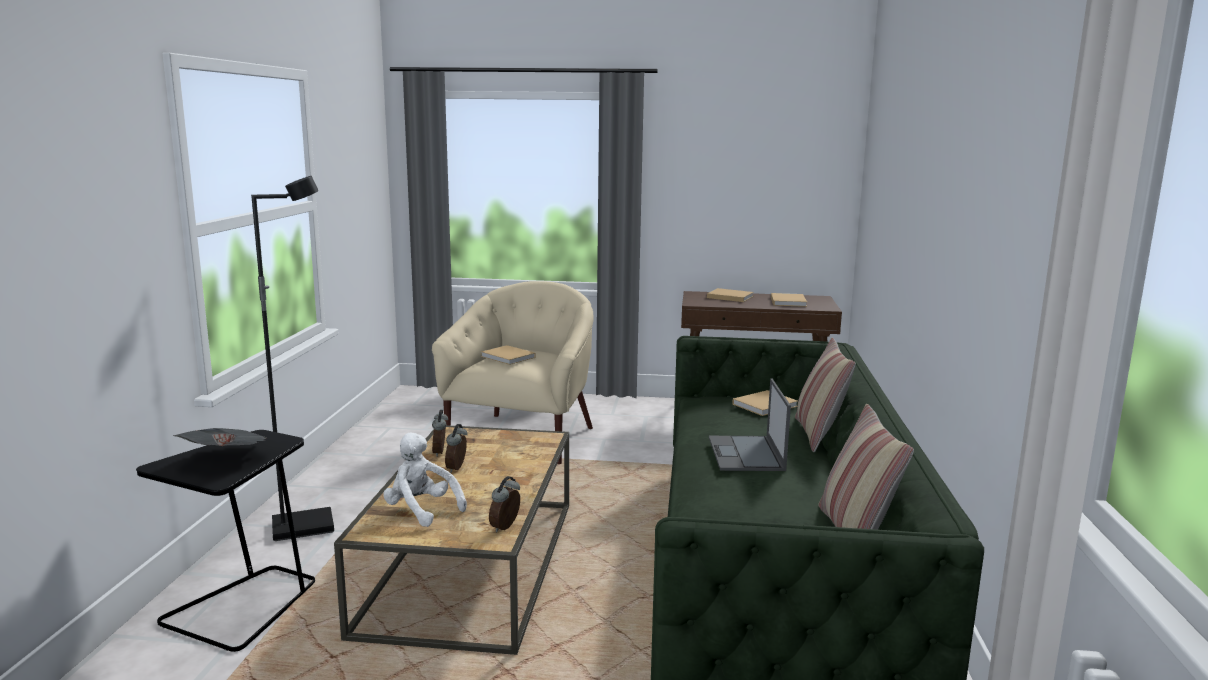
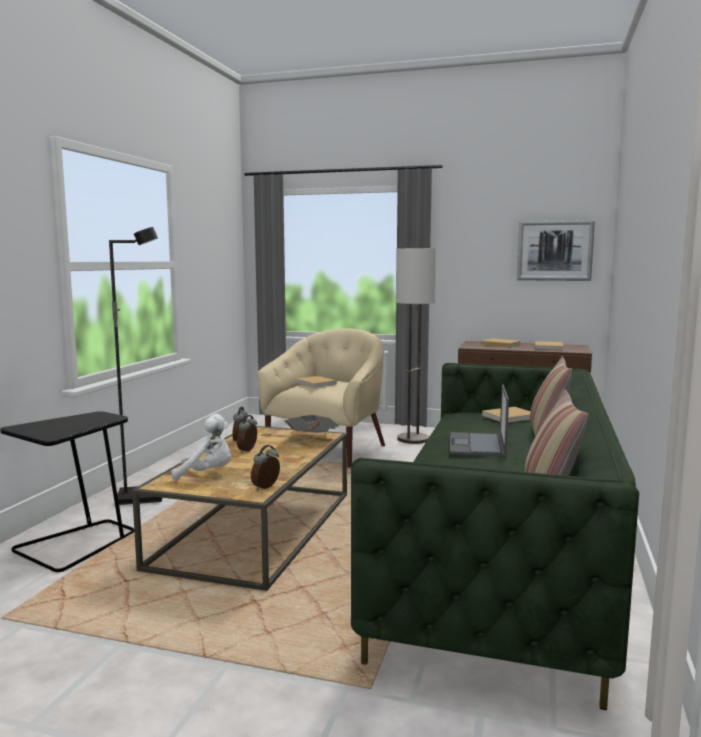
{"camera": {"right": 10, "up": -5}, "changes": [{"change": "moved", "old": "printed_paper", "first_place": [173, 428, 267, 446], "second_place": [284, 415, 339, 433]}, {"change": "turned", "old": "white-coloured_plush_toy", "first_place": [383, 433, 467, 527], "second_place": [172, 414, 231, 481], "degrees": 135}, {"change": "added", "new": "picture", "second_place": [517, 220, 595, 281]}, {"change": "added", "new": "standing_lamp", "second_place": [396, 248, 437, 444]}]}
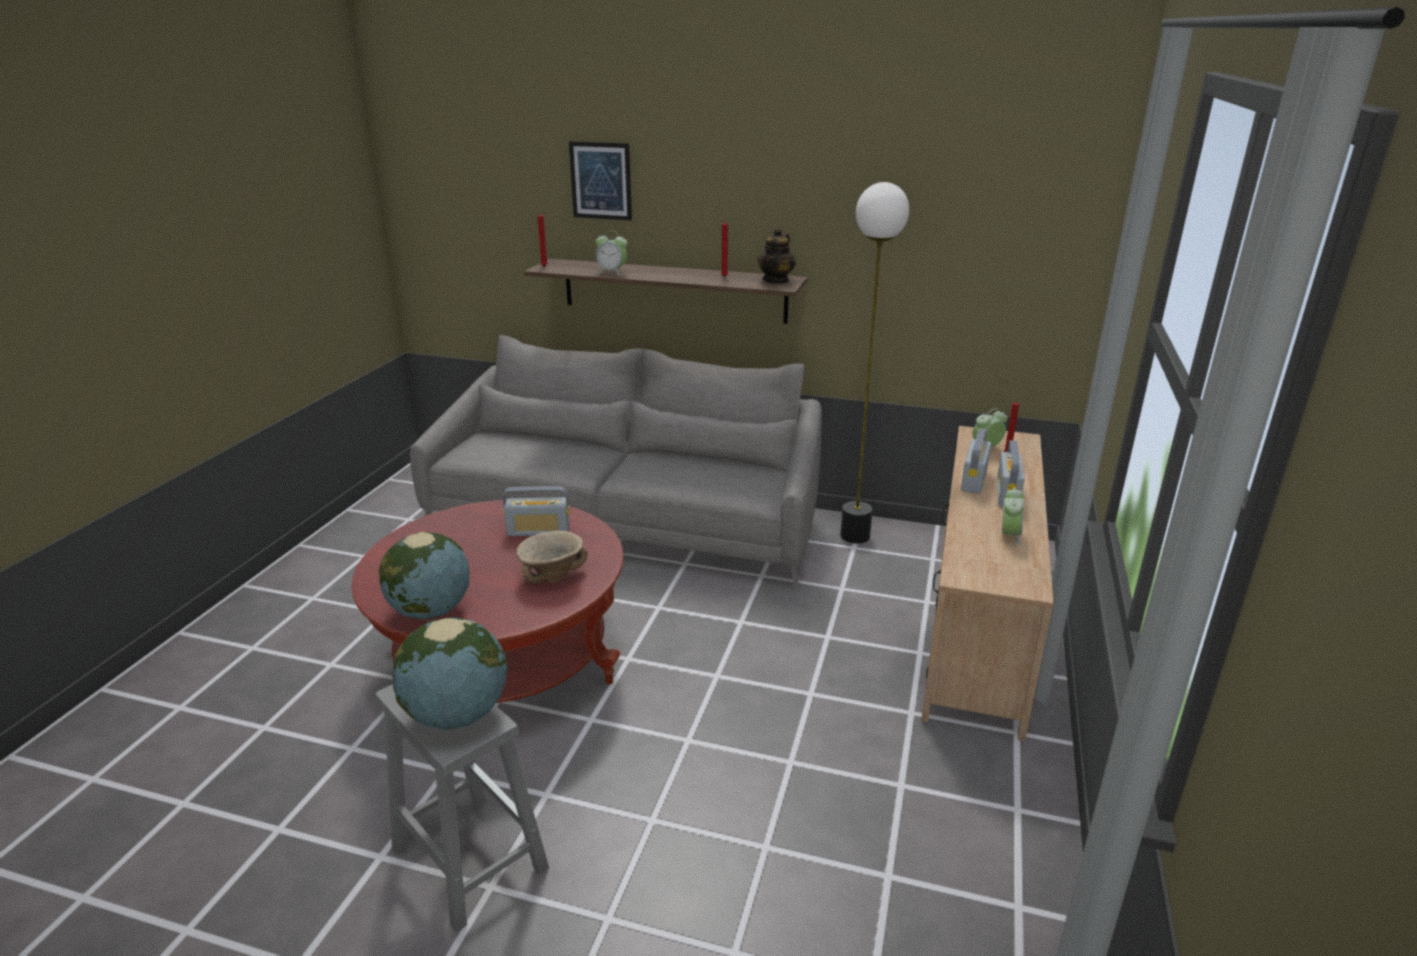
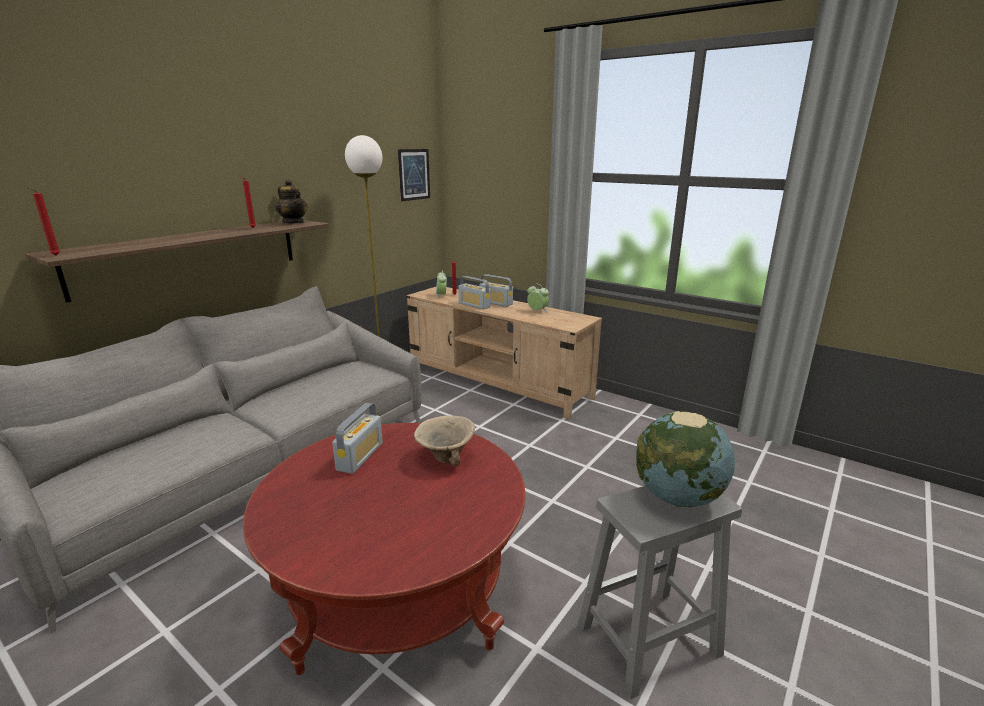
{"camera": {"right": -70, "up": -5}, "changes": [{"change": "moved", "old": "picture", "first_place": [569, 141, 632, 220], "second_place": [398, 149, 430, 201]}, {"change": "removed", "old": "table_clock", "first_place": [595, 232, 627, 275]}, {"change": "removed", "old": "desk_globe", "first_place": [379, 532, 470, 620]}]}
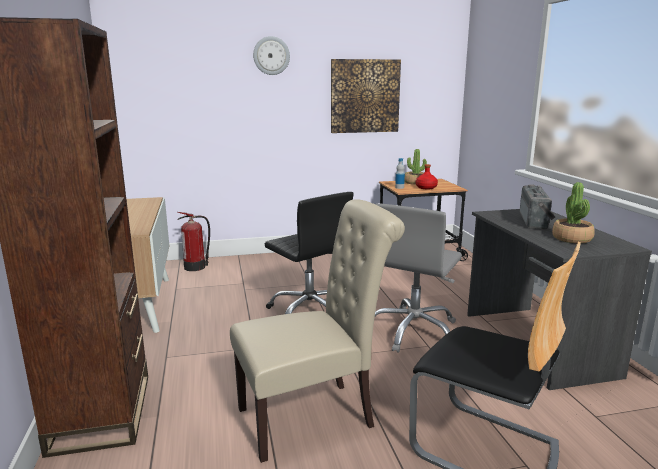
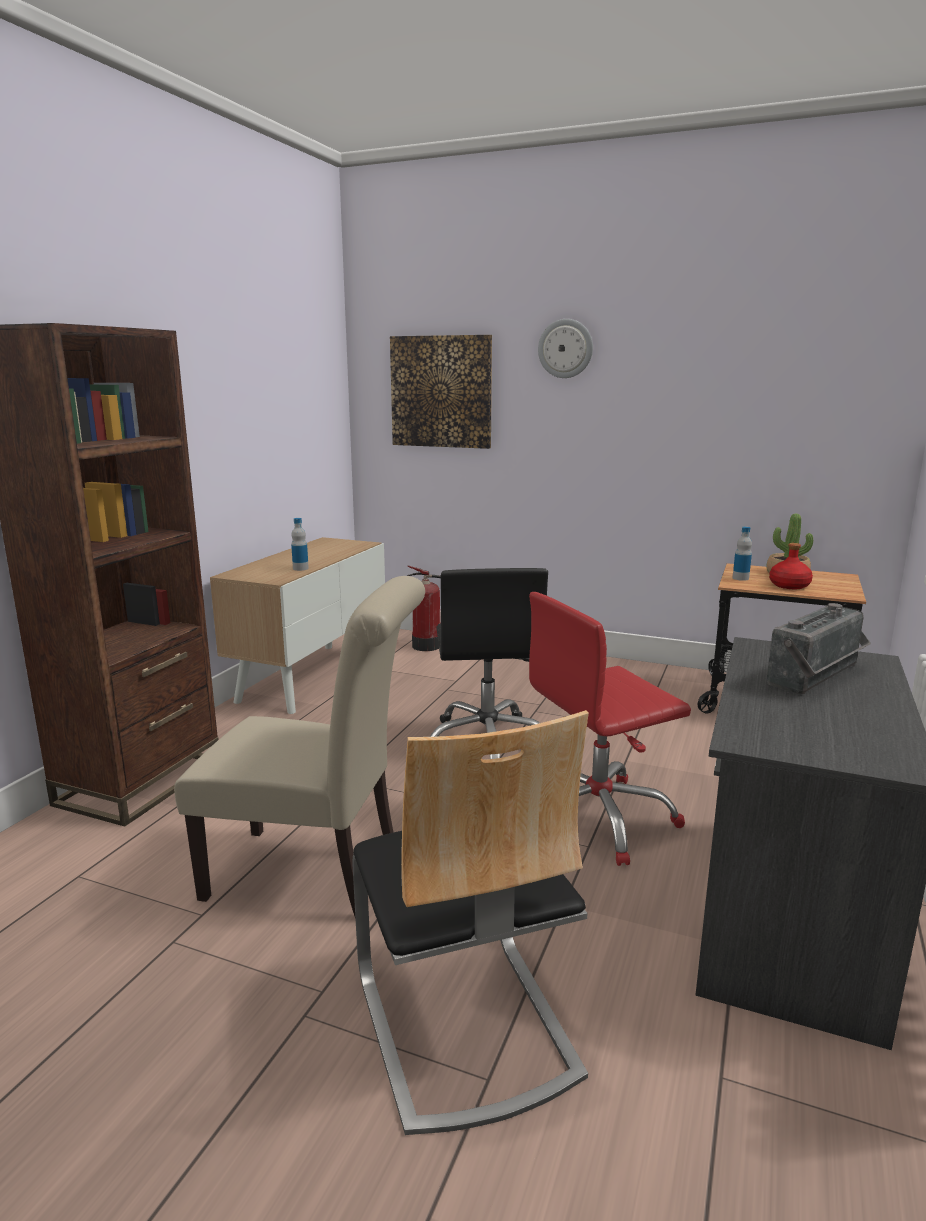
{"camera": {"right": 35, "up": 0}, "changes": [{"change": "moved", "old": "picture", "first_place": [331, 59, 401, 133], "second_place": [390, 335, 492, 449]}, {"change": "removed", "old": "potted_plant", "first_place": [552, 182, 595, 243]}, {"change": "recoloured", "old": "grey_office_chair", "new": "red-coloured_office_chair", "first_place": [375, 203, 462, 353], "second_place": [529, 592, 691, 866]}, {"change": "added", "new": "drink_bottle", "second_place": [291, 518, 309, 571]}]}
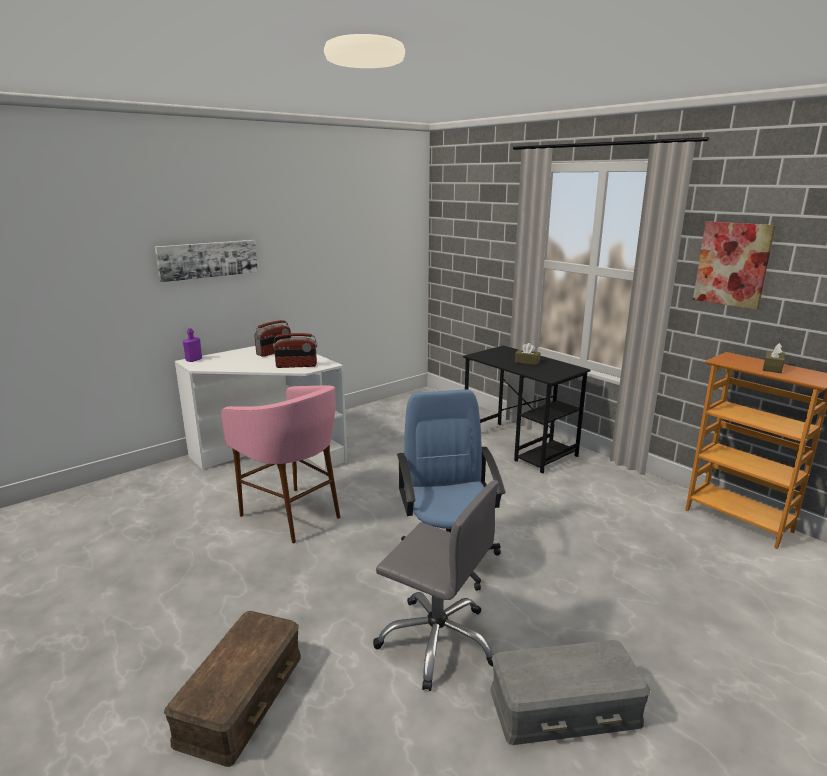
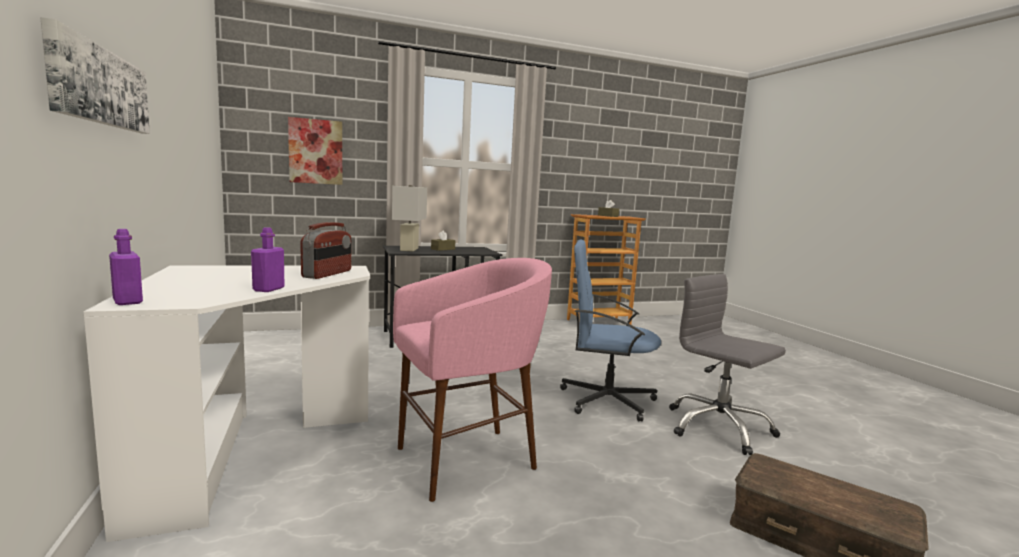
{"camera": {"right": -70, "up": -10}, "changes": [{"change": "moved", "old": "picture", "first_place": [693, 221, 776, 310], "second_place": [288, 117, 342, 185]}, {"change": "removed", "old": "radio_set", "first_place": [254, 320, 291, 357]}, {"change": "turned", "old": "grey_office_chair", "first_place": [373, 480, 499, 691], "second_place": [669, 274, 786, 455], "degrees": -90}, {"change": "removed", "old": "grey_storage_container", "first_place": [490, 640, 650, 745]}, {"change": "added", "new": "white-coloured_table_lamp", "second_place": [392, 185, 427, 252]}, {"change": "added", "new": "purplish_drink_bottle", "second_place": [251, 227, 285, 292]}]}
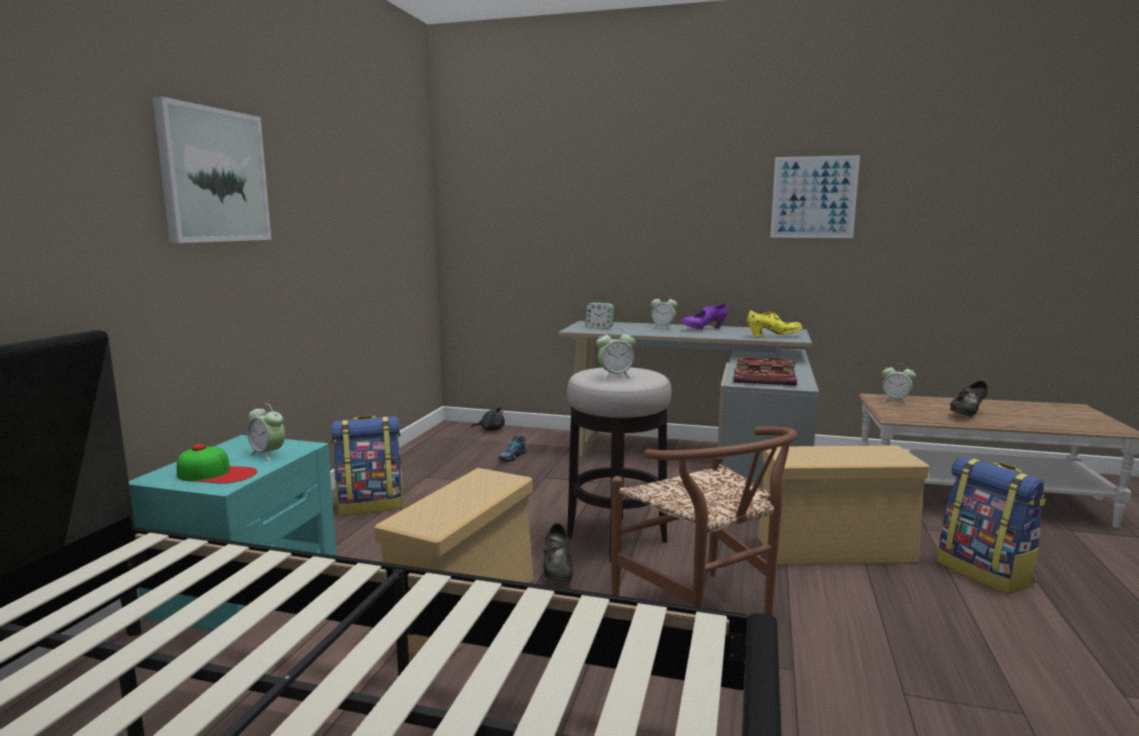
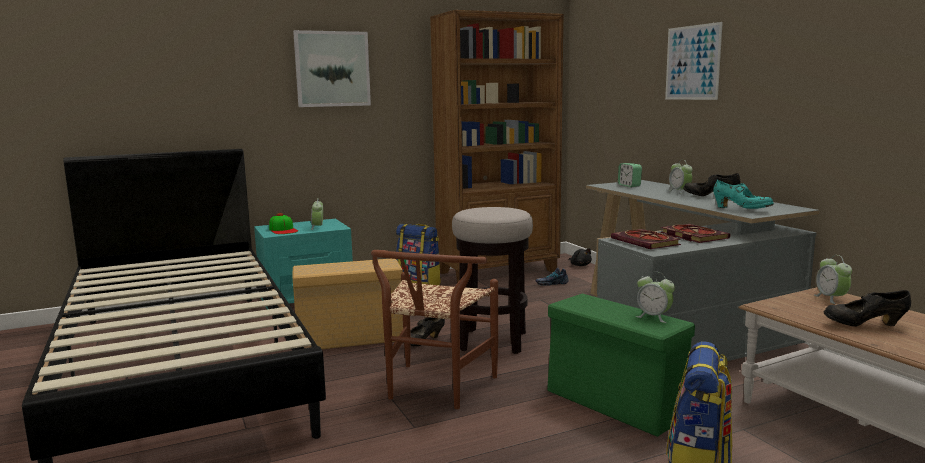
{"camera": {"right": 50, "up": 0}, "changes": [{"change": "moved", "old": "picture", "first_place": [770, 155, 860, 238], "second_place": [665, 22, 723, 100]}, {"change": "recoloured", "old": "purplish_low_shoe", "new": "black_low_shoe", "first_place": [682, 303, 728, 329], "second_place": [683, 173, 740, 196]}, {"change": "recoloured", "old": "yellowish_low_shoe", "new": "turquoise-coloured_low_shoe", "first_place": [747, 310, 803, 337], "second_place": [713, 180, 774, 209]}, {"change": "moved", "old": "table_clock", "first_place": [596, 328, 635, 379], "second_place": [636, 272, 675, 323]}, {"change": "recoloured", "old": "beige_storage_container", "new": "green-coloured_storage_container", "first_place": [758, 445, 929, 565], "second_place": [547, 294, 695, 437]}, {"change": "added", "new": "brownish_bookshelf", "second_place": [430, 10, 563, 283]}]}
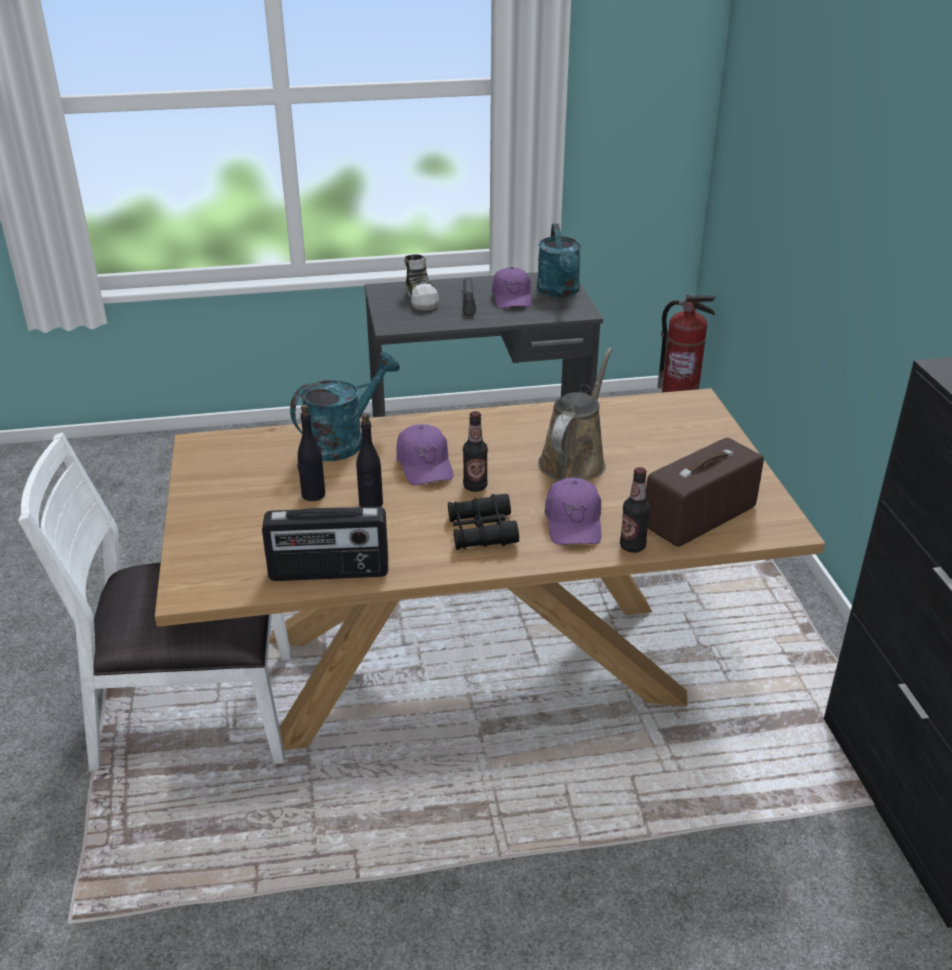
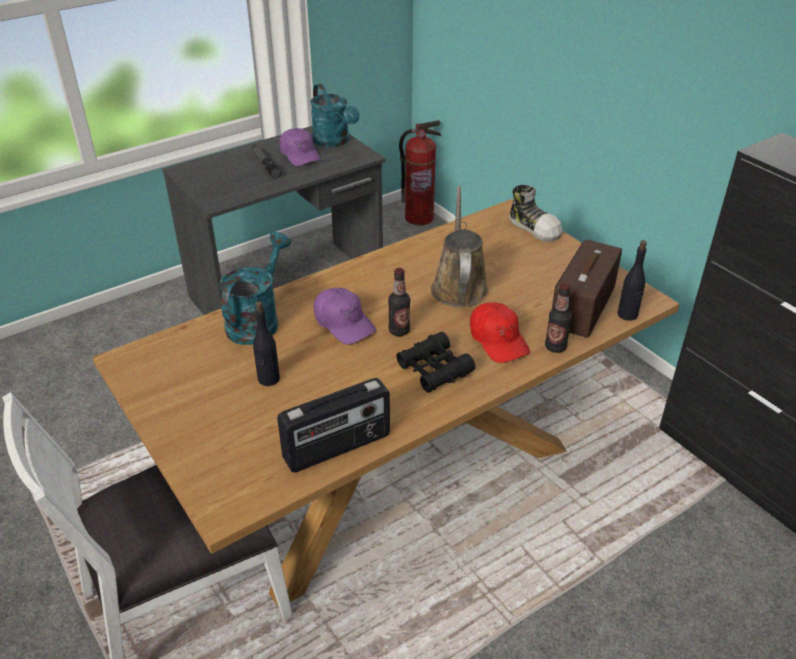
{"camera": {"right": -25, "up": 5}, "changes": [{"change": "moved", "old": "low_shoe", "first_place": [404, 254, 439, 310], "second_place": [509, 185, 563, 242]}, {"change": "moved", "old": "black_drink_bottle", "first_place": [356, 413, 383, 507], "second_place": [618, 240, 647, 321]}, {"change": "recoloured", "old": "purplish_peaked_cap", "new": "red-coloured_peaked_cap", "first_place": [544, 477, 602, 545], "second_place": [470, 302, 530, 363]}]}
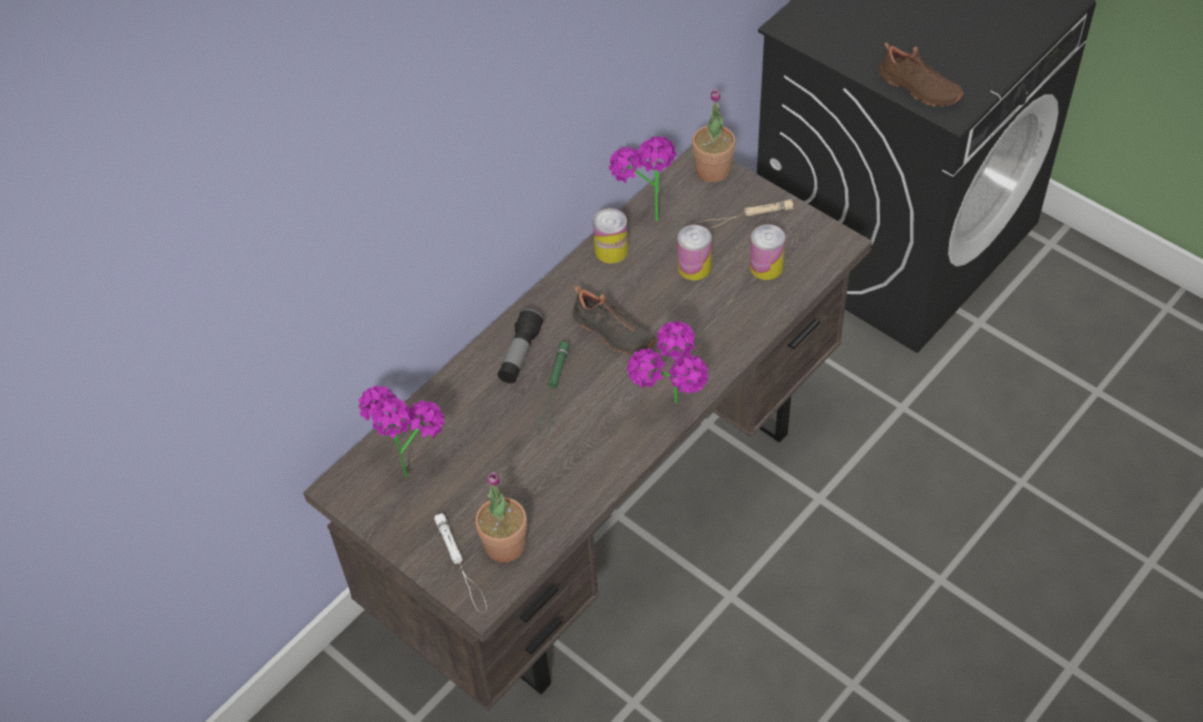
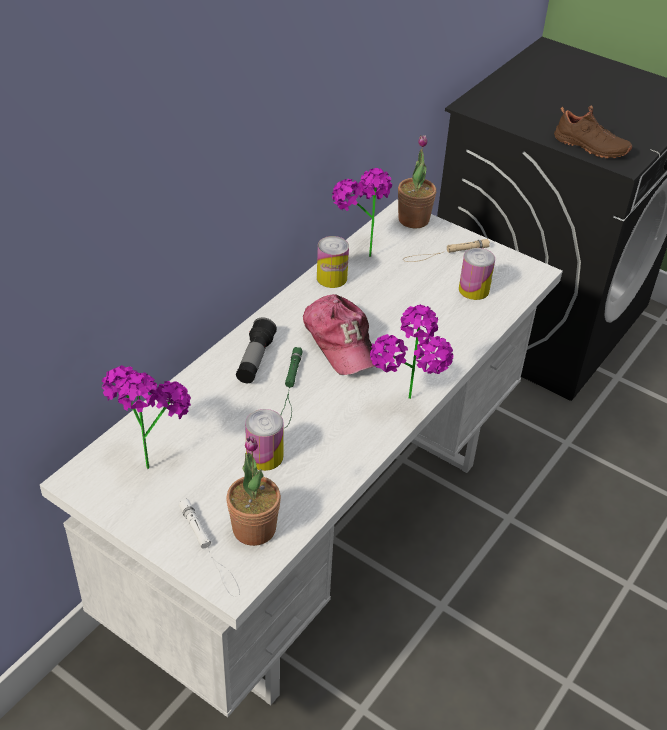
{"camera": {"right": -10, "up": -10}, "changes": [{"change": "recoloured", "old": "brownish_desk_table", "new": "white-coloured_desk_table", "first_place": [303, 146, 872, 711], "second_place": [40, 199, 563, 717]}, {"change": "moved", "old": "sealed_can", "first_place": [677, 225, 712, 281], "second_place": [245, 409, 284, 471]}, {"change": "replaced", "old": "black_low_shoe", "new": "peaked_cap", "first_place": [573, 286, 656, 354], "second_place": [303, 294, 379, 375]}]}
